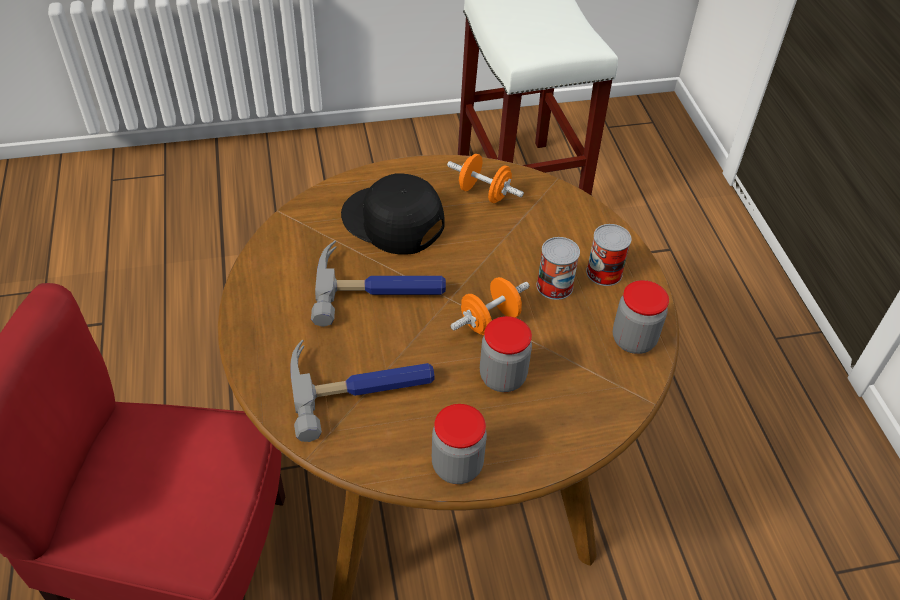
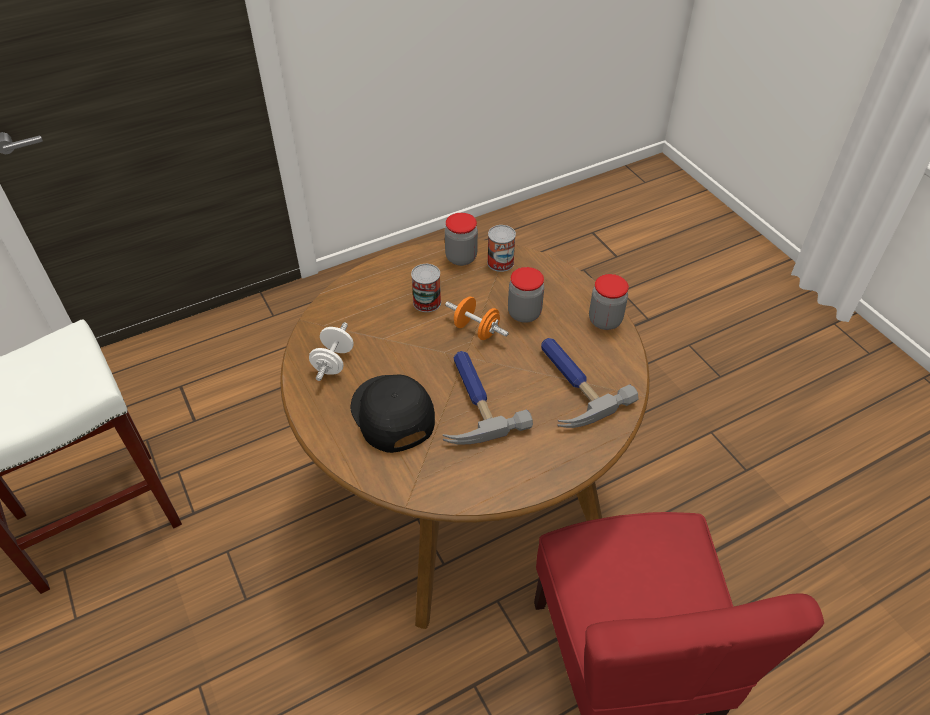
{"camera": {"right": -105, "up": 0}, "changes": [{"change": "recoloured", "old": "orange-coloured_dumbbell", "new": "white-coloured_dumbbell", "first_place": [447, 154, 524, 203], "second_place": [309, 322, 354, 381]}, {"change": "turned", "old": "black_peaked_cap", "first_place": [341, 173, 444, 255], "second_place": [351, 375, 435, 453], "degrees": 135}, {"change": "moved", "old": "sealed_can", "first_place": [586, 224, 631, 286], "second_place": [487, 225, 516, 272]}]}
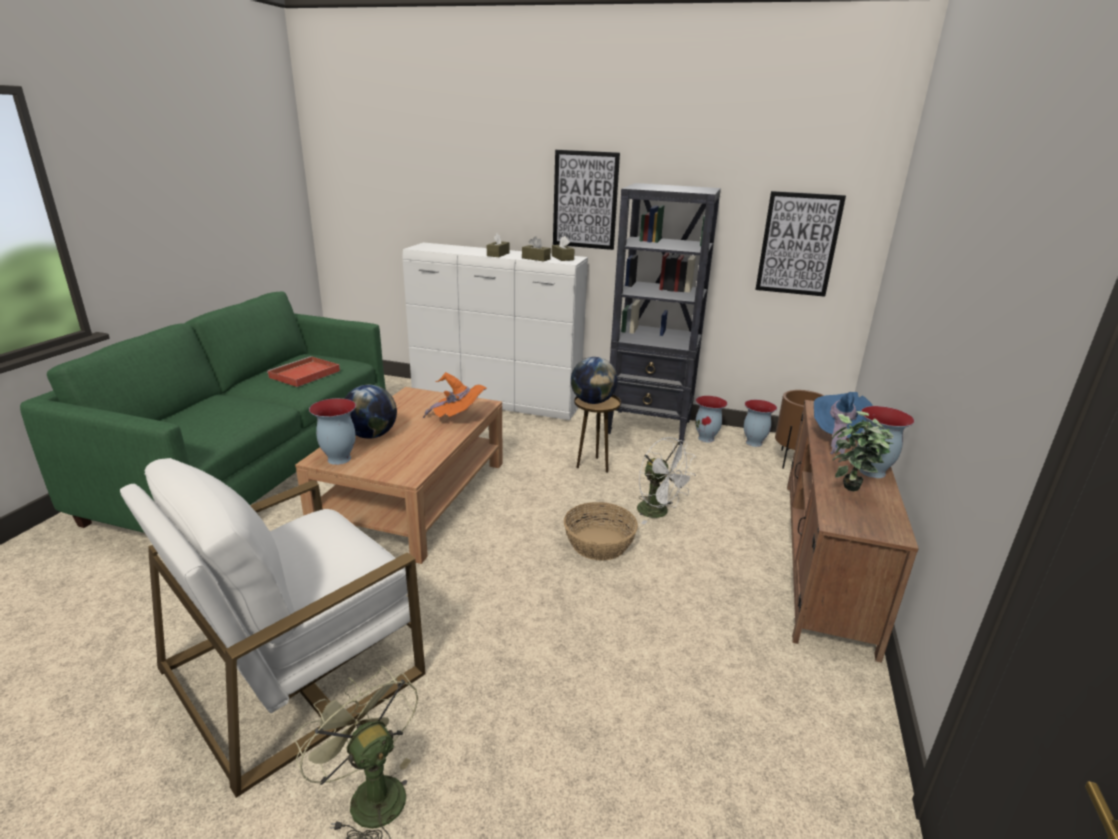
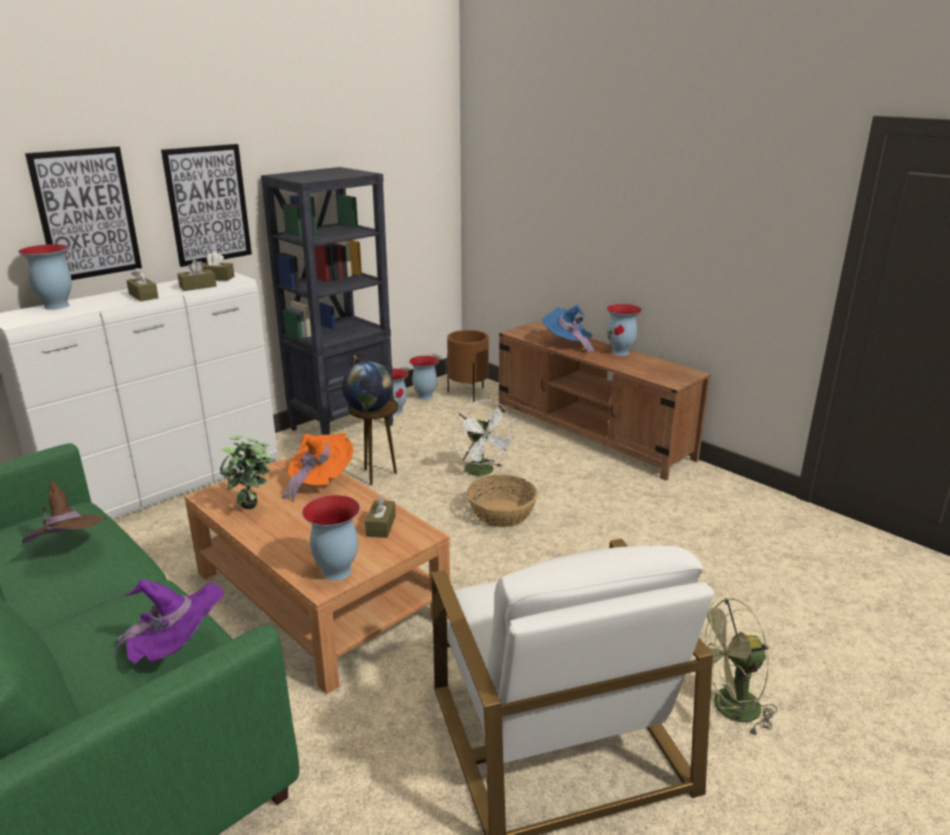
{"camera": {"right": -60, "up": 0}, "changes": [{"change": "moved", "old": "picture", "first_place": [755, 191, 846, 297], "second_place": [25, 146, 142, 280]}, {"change": "replaced", "old": "red-coloured_tray", "new": "brownish_hat", "first_place": [267, 356, 340, 387], "second_place": [22, 481, 106, 544]}, {"change": "removed", "old": "desk_globe", "first_place": [344, 385, 397, 439]}, {"change": "moved", "old": "potted_plant", "first_place": [832, 411, 894, 491], "second_place": [219, 435, 272, 509]}, {"change": "turned", "old": "white-coloured_electric_fan", "first_place": [637, 437, 696, 524], "second_place": [452, 400, 516, 480], "degrees": 75}, {"change": "added", "new": "vase", "second_place": [18, 244, 72, 310]}, {"change": "added", "new": "brownish_tissue_box", "second_place": [365, 495, 396, 538]}, {"change": "added", "new": "purplish_hat", "second_place": [110, 579, 224, 664]}]}
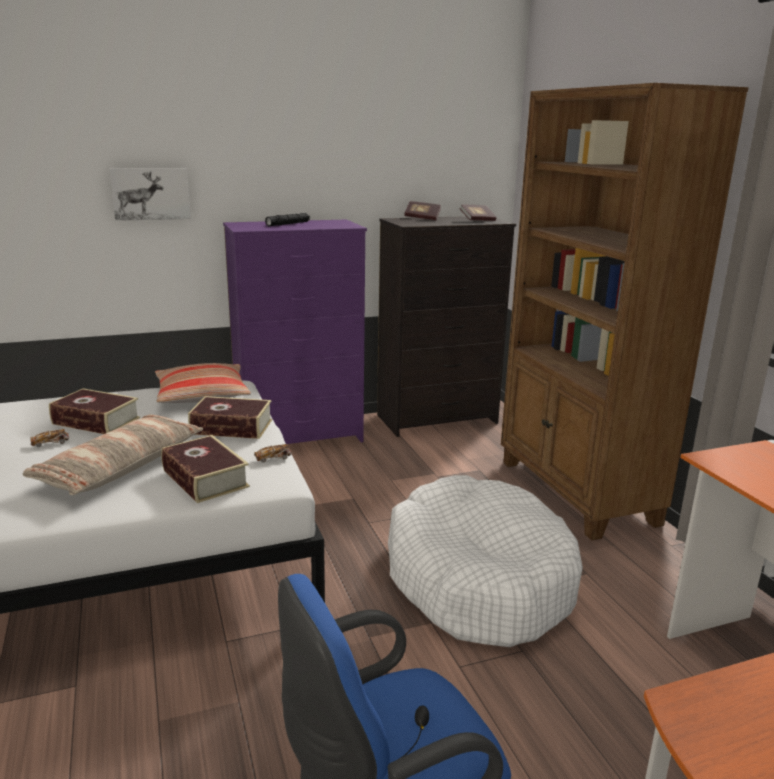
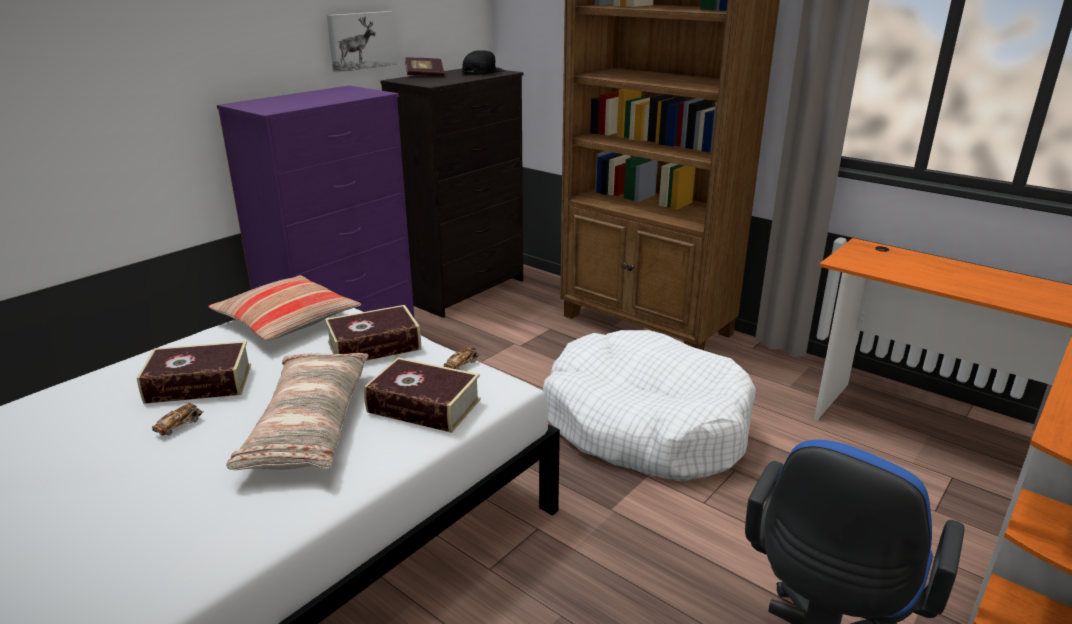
{"camera": {"right": -30, "up": 5}, "changes": [{"change": "moved", "old": "picture", "first_place": [109, 168, 191, 221], "second_place": [327, 11, 397, 72]}, {"change": "replaced", "old": "volume", "new": "black_peaked_cap", "first_place": [459, 205, 497, 221], "second_place": [462, 50, 505, 75]}, {"change": "removed", "old": "black_torch", "first_place": [265, 213, 310, 226]}]}
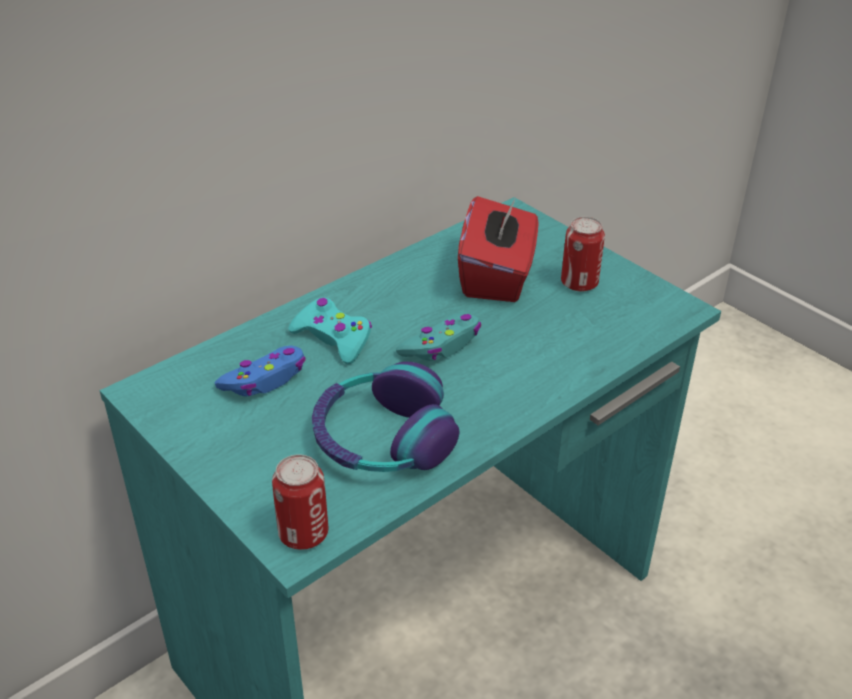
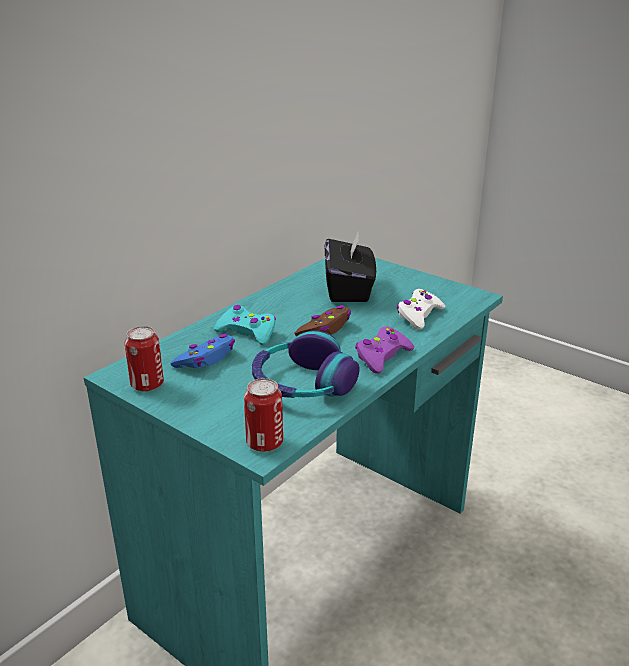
{"camera": {"right": -10, "up": -10}, "changes": [{"change": "recoloured", "old": "red-coloured_tissue_box", "new": "black_tissue_box", "first_place": [458, 193, 539, 302], "second_place": [325, 230, 376, 302]}, {"change": "moved", "old": "sealed_can", "first_place": [561, 217, 605, 292], "second_place": [125, 326, 164, 392]}, {"change": "recoloured", "old": "turquoise-coloured_gamepad", "new": "brownish_gamepad", "first_place": [396, 313, 481, 361], "second_place": [295, 305, 351, 336]}, {"change": "added", "new": "white-coloured_gamepad", "second_place": [396, 289, 445, 330]}, {"change": "added", "new": "purplish_gamepad", "second_place": [355, 326, 414, 374]}]}
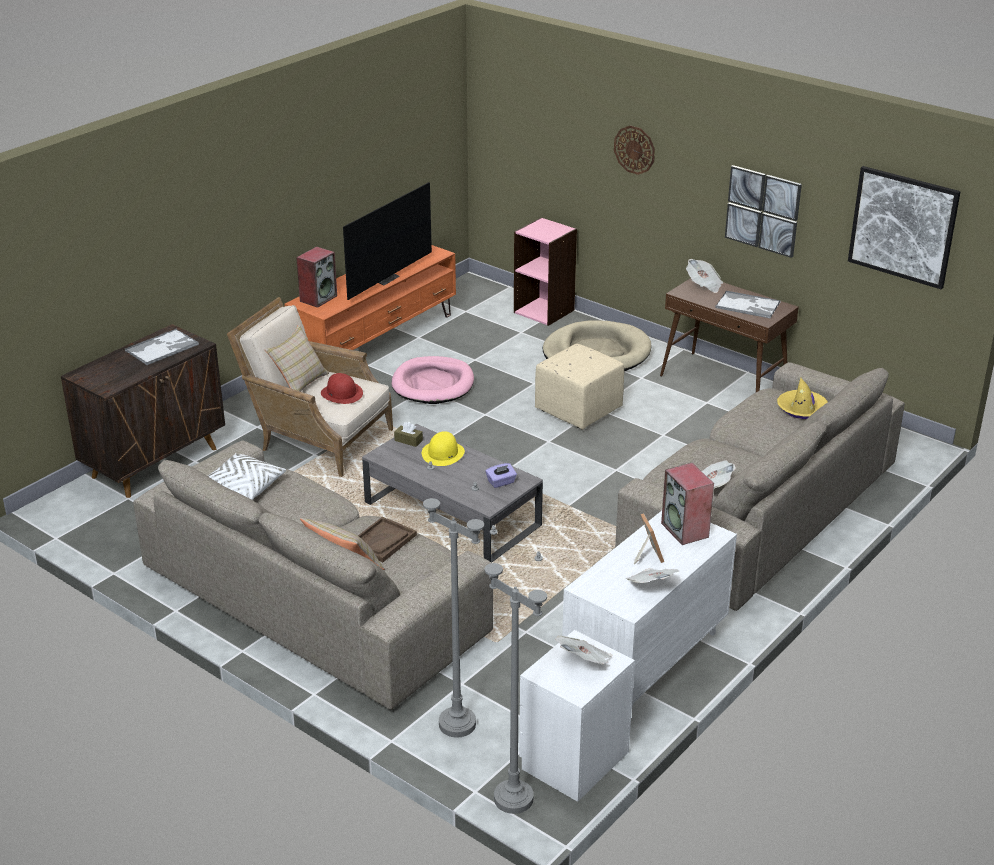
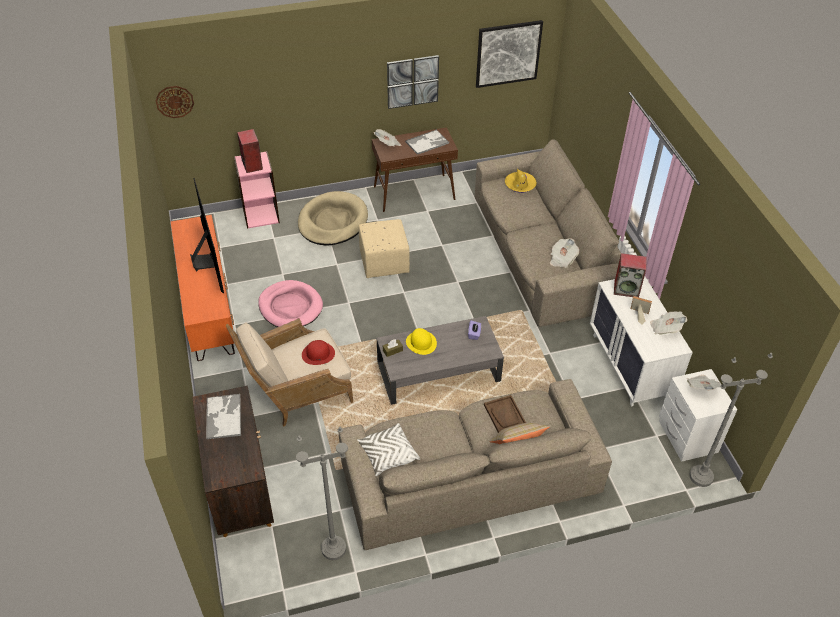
{"camera": {"right": -55, "up": 15}, "changes": [{"change": "moved", "old": "hanging_clock", "first_place": [614, 126, 655, 175], "second_place": [155, 86, 194, 118]}, {"change": "moved", "old": "loudspeaker", "first_place": [296, 246, 337, 308], "second_place": [237, 129, 263, 173]}, {"change": "removed", "old": "beige_pillow", "first_place": [265, 324, 329, 392]}, {"change": "moved", "old": "grey_standing_lamp", "first_place": [423, 461, 484, 738], "second_place": [296, 427, 348, 560]}]}
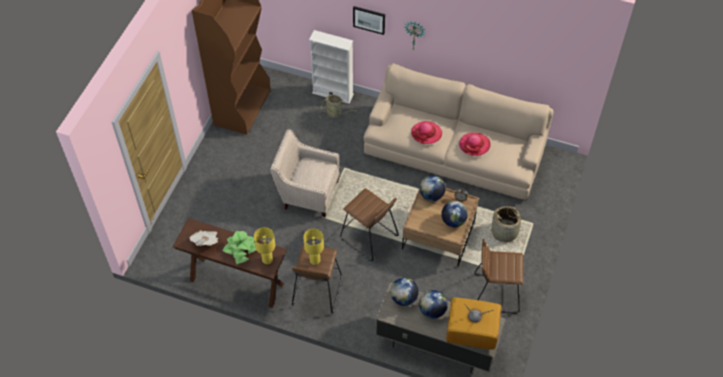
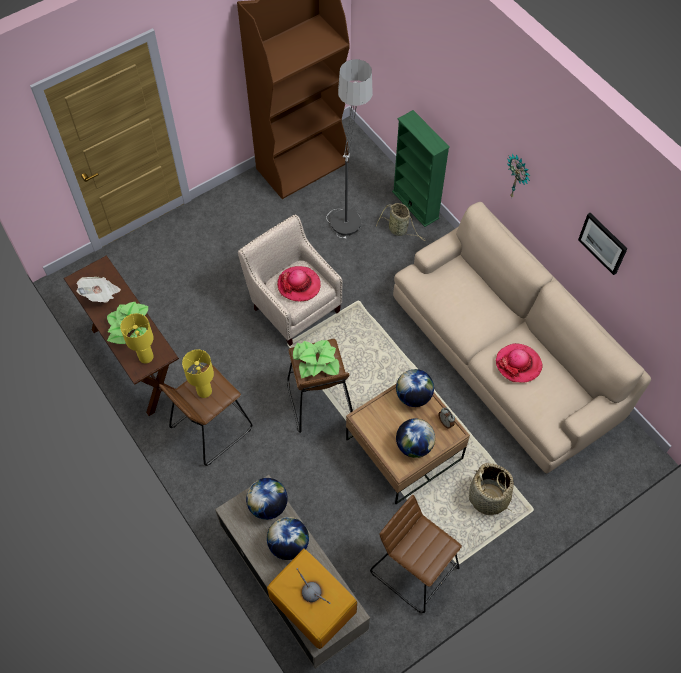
{"camera": {"right": 35, "up": 5}, "changes": [{"change": "moved", "old": "picture", "first_place": [353, 6, 385, 35], "second_place": [578, 213, 627, 275]}, {"change": "recoloured", "old": "white-coloured_bookshelf", "new": "green-coloured_bookshelf", "first_place": [309, 30, 354, 104], "second_place": [392, 110, 450, 227]}, {"change": "moved", "old": "hat", "first_place": [411, 121, 442, 144], "second_place": [277, 266, 321, 301]}, {"change": "added", "new": "standing_lamp", "second_place": [326, 59, 373, 239]}, {"change": "added", "new": "potted_plant", "second_place": [293, 340, 339, 379]}]}
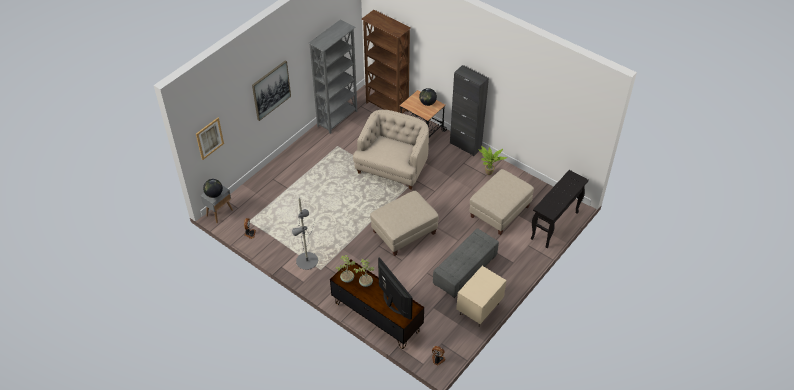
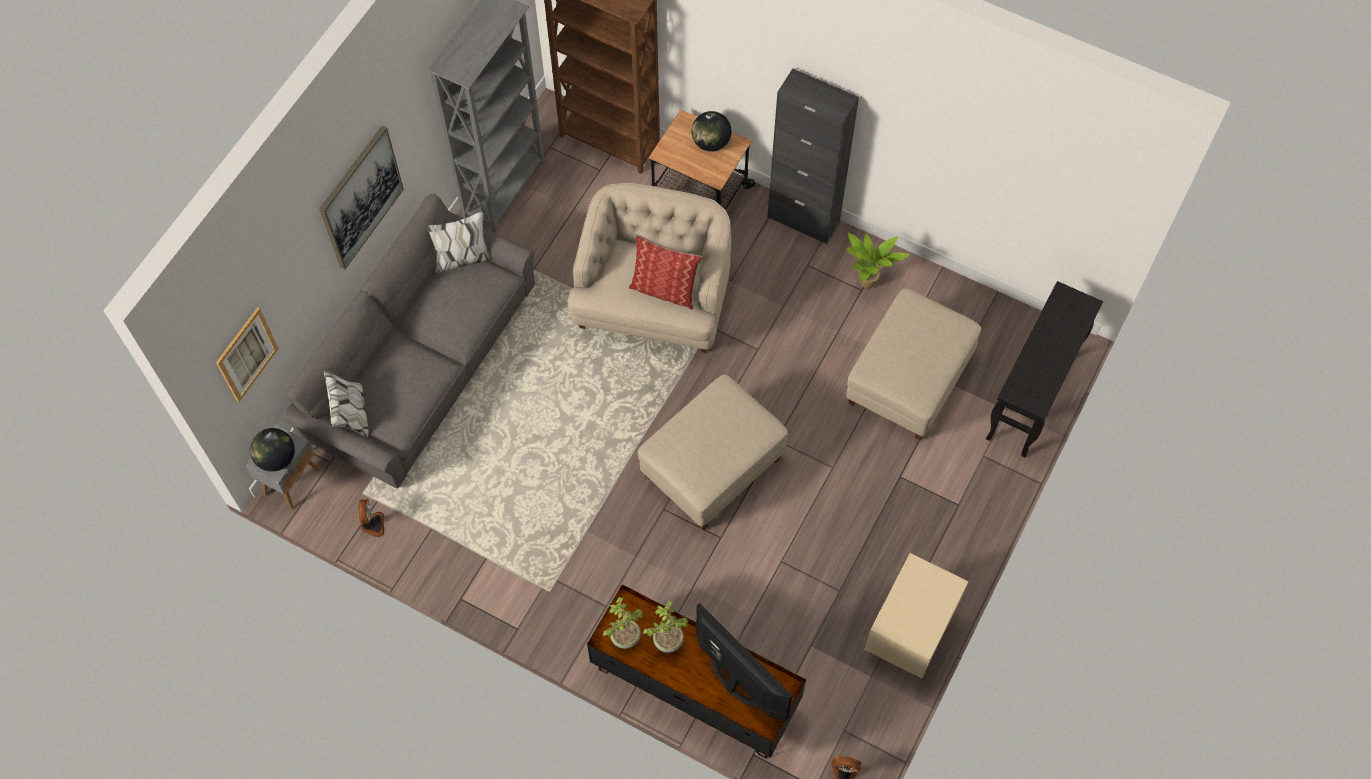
{"camera": {"right": -10, "up": 15}, "changes": [{"change": "removed", "old": "grey_standing_lamp", "first_place": [292, 197, 318, 270]}, {"change": "removed", "old": "grey_ottoman", "first_place": [433, 228, 499, 298]}, {"change": "added", "new": "grey_sofa", "second_place": [283, 194, 535, 489]}, {"change": "added", "new": "pillow", "second_place": [629, 234, 703, 310]}]}
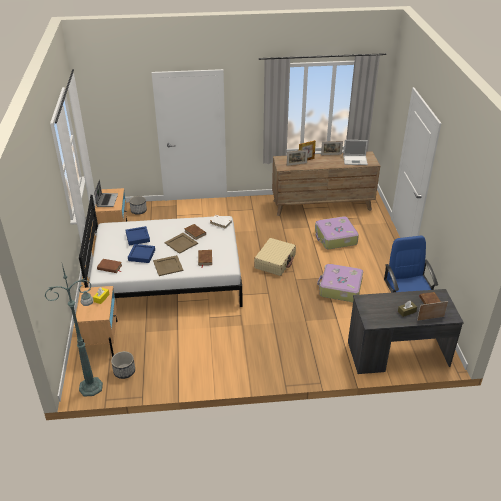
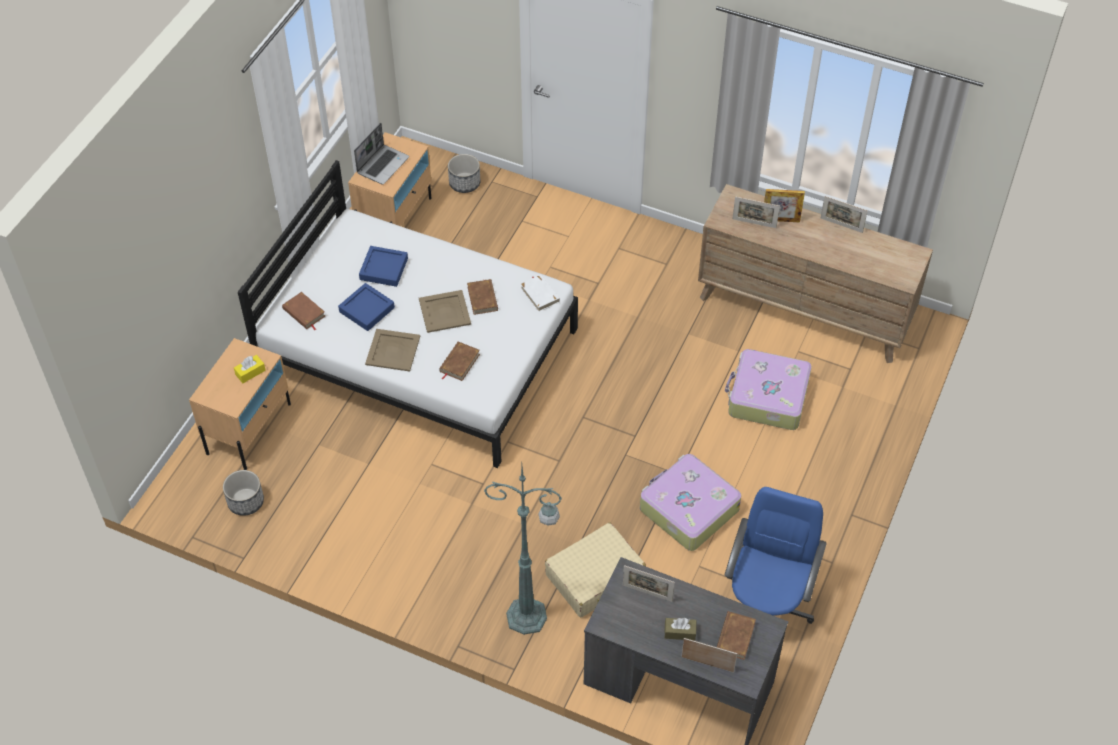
{"camera": {"right": 30, "up": 15}, "changes": [{"change": "removed", "old": "portable_computer", "first_place": [343, 140, 368, 165]}, {"change": "moved", "old": "beige_suitcase", "first_place": [254, 238, 296, 276], "second_place": [545, 523, 646, 618]}, {"change": "moved", "old": "green-coloured_standing_lamp", "first_place": [45, 264, 103, 397], "second_place": [484, 465, 562, 635]}, {"change": "added", "new": "picture_frame", "second_place": [623, 565, 675, 602]}]}
